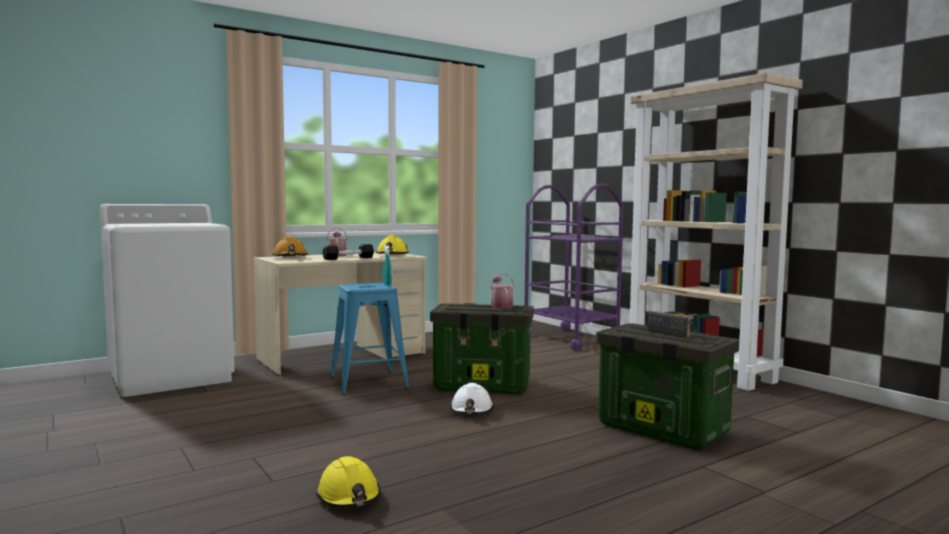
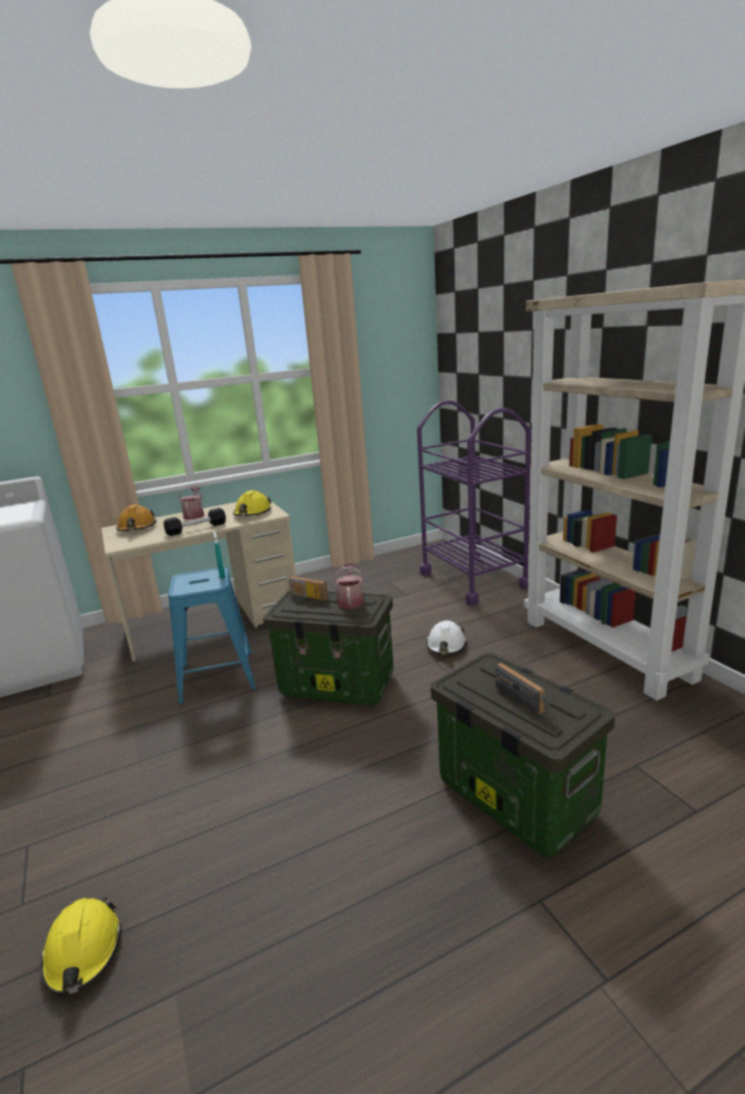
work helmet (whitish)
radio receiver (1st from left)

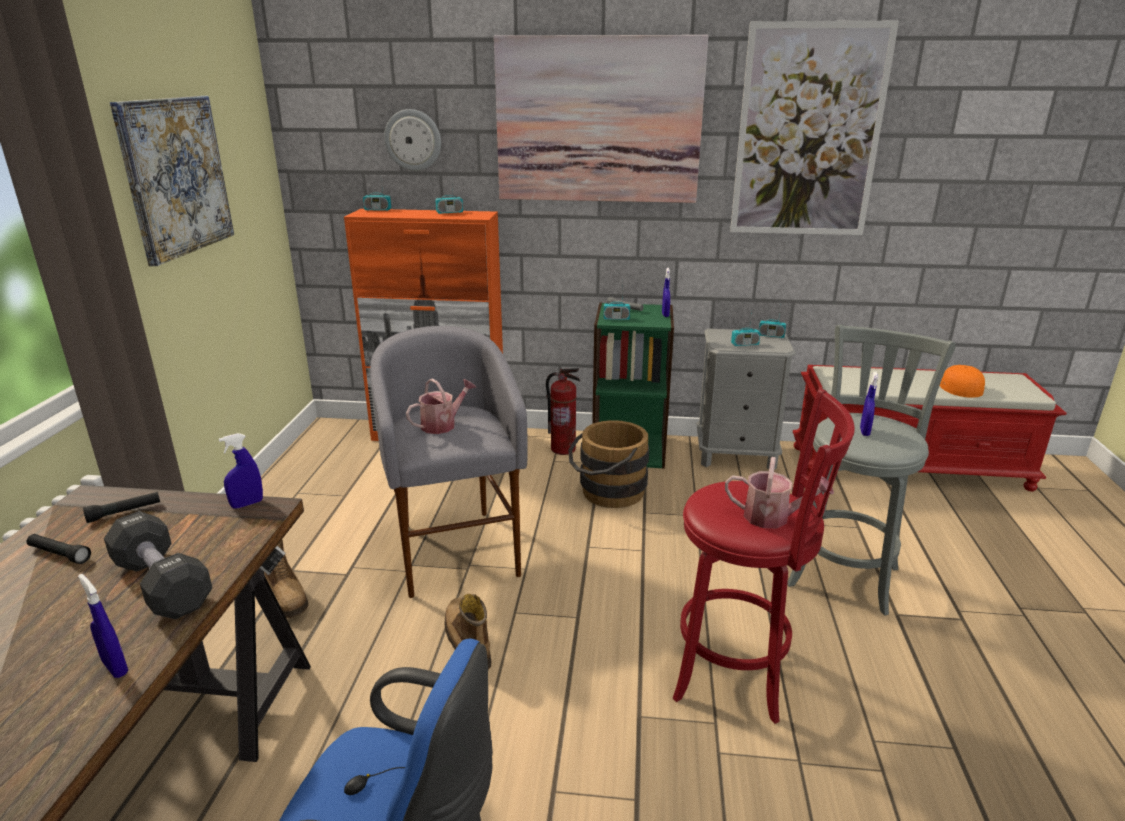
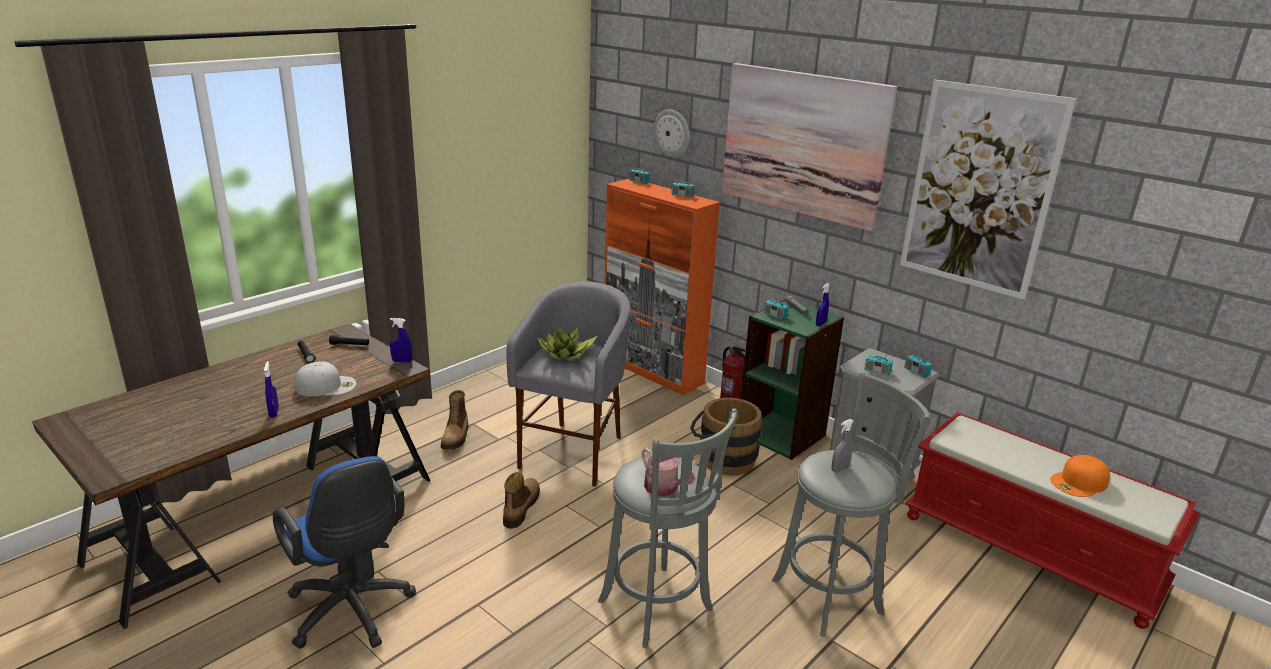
cap (whitish)
wall art (1st from left in the first image)
potted plant
stool seat (greyish) (2nd from left)
spray bottle (greyish)
cap (orangey)

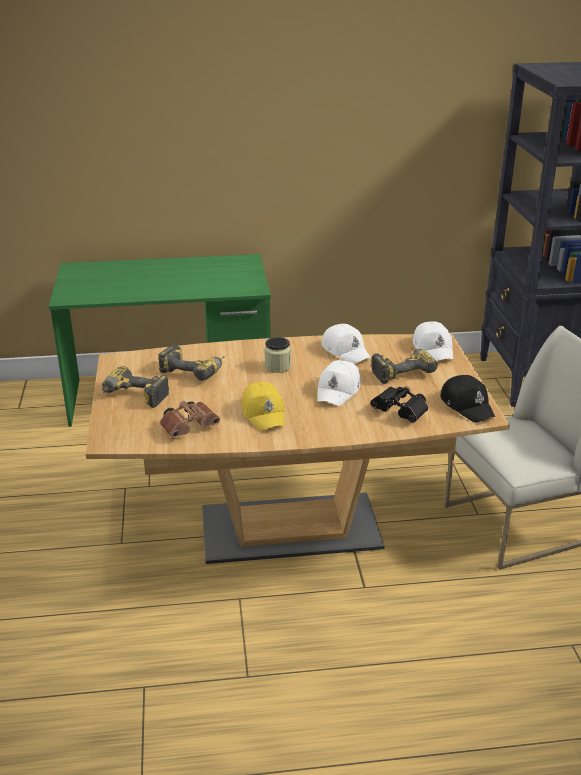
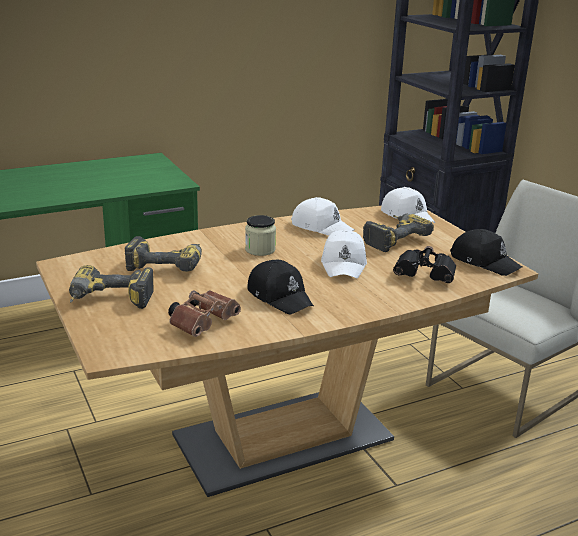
cap (black-coloured) (1st from left)

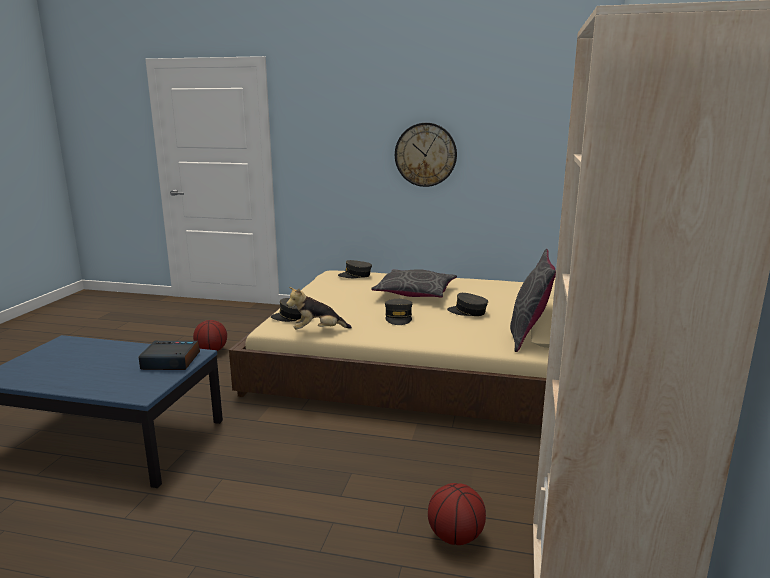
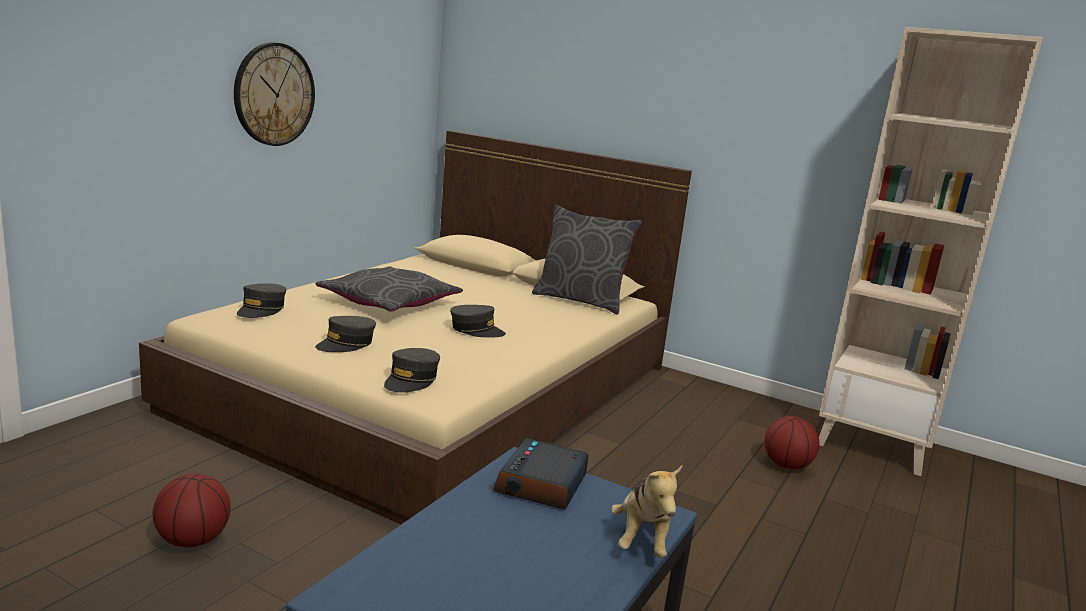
plush toy
cap (greyish) (2nd from left)

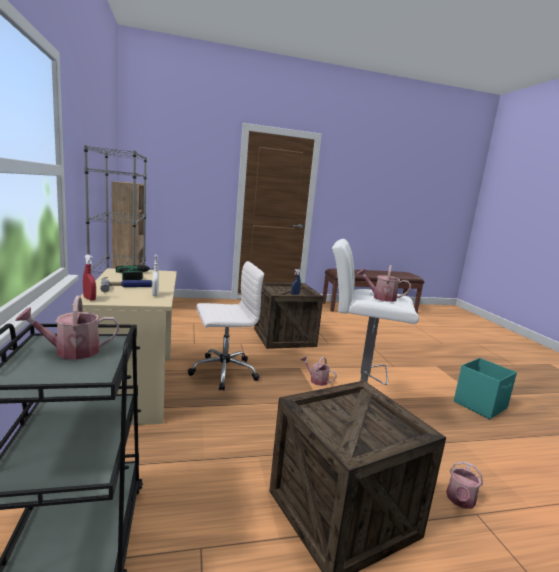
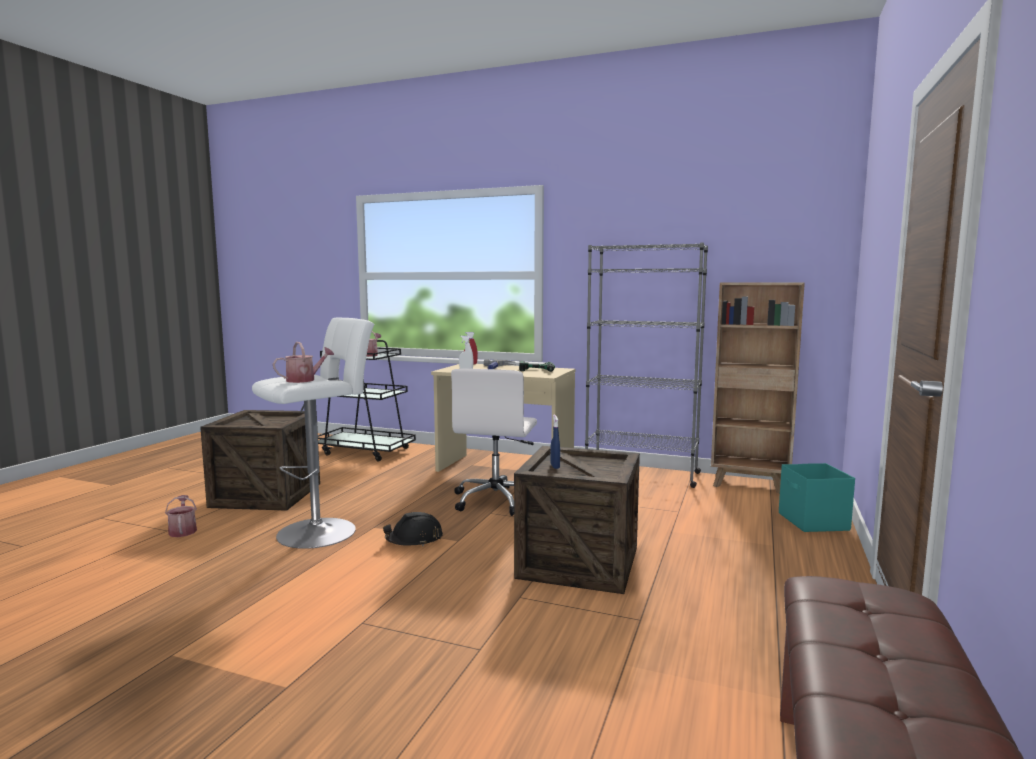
work helmet (black-coloured)
storage bin (turquoise-coloured)

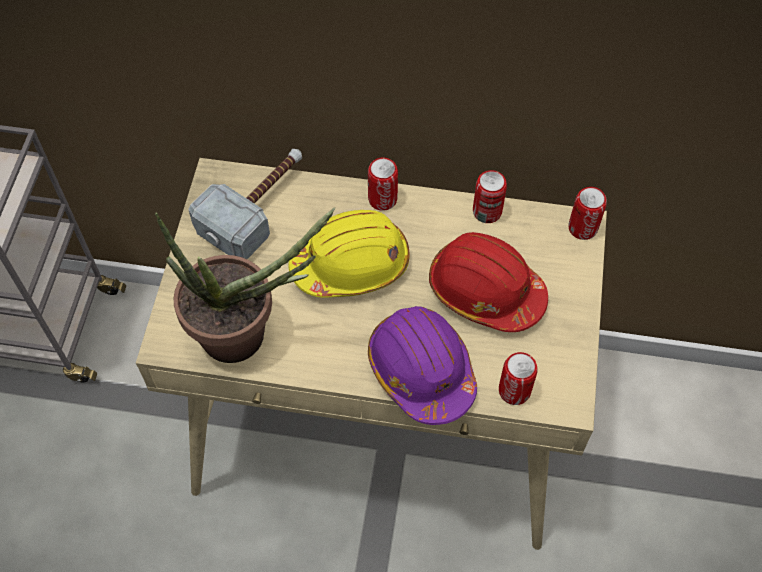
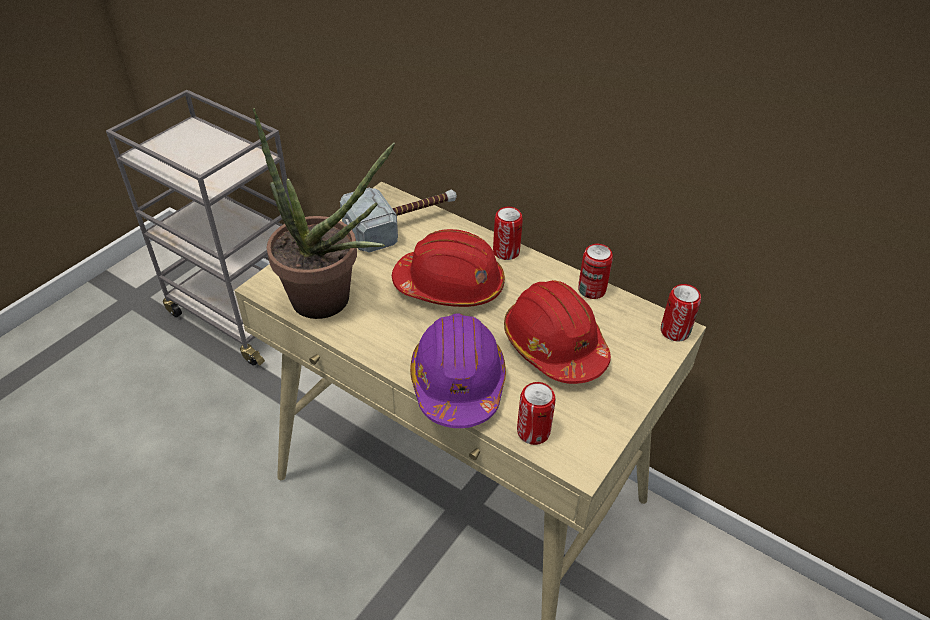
work helmet (red) (1st from left)

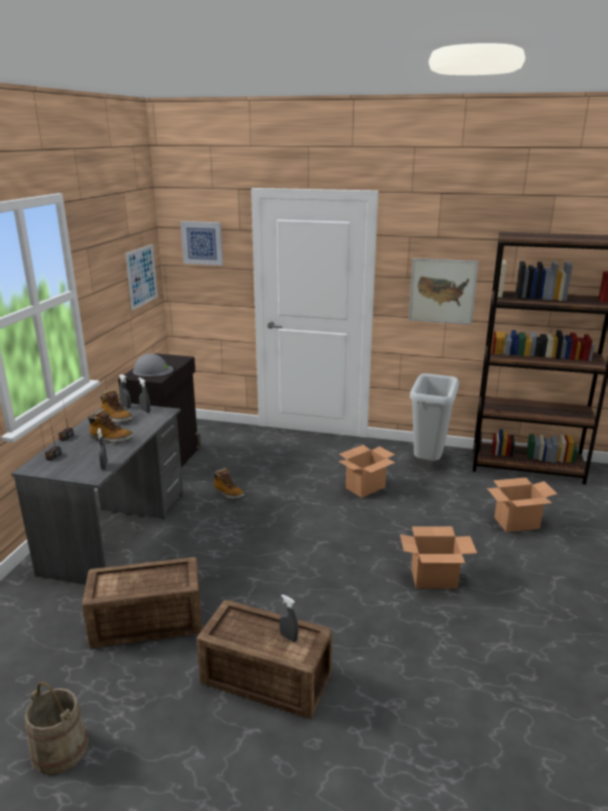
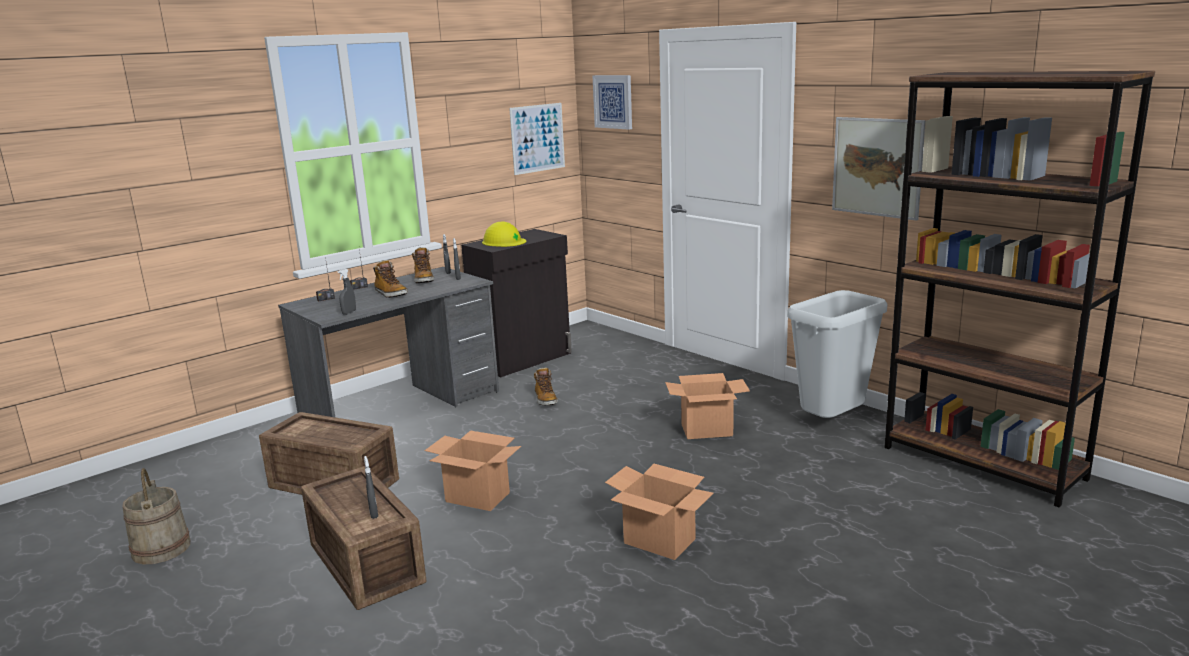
work helmet (yellow-coloured)
packing box (1st from left)

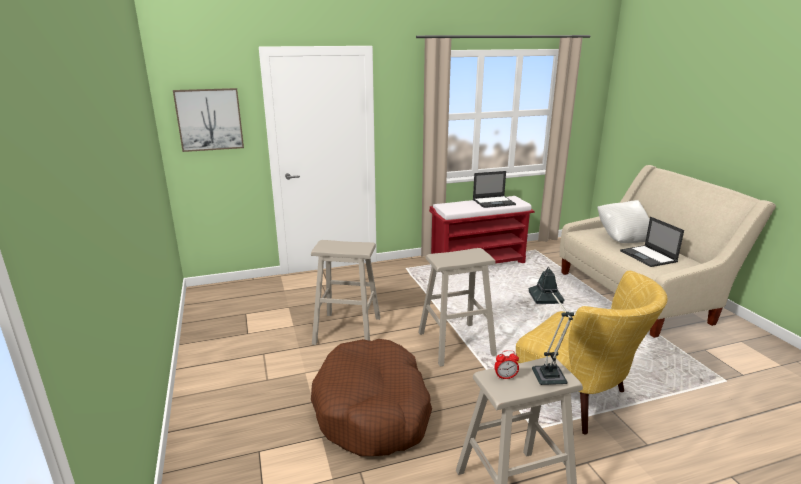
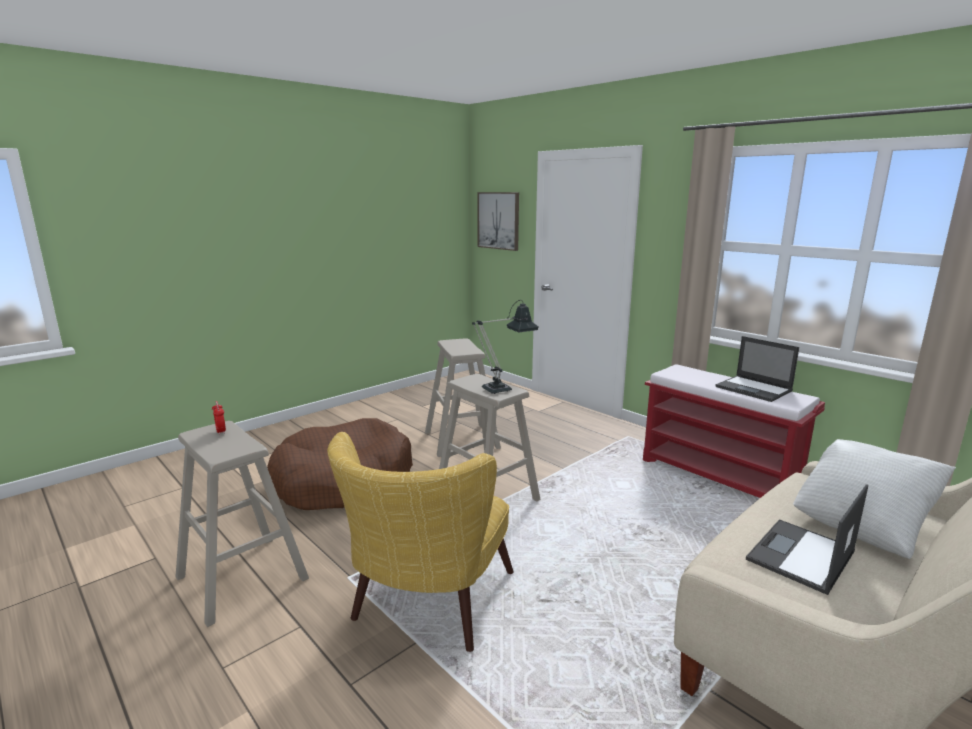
tabletop lamp

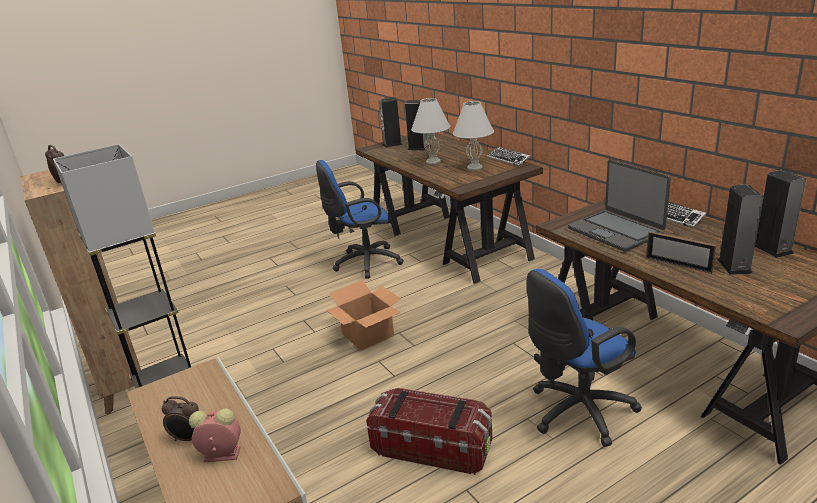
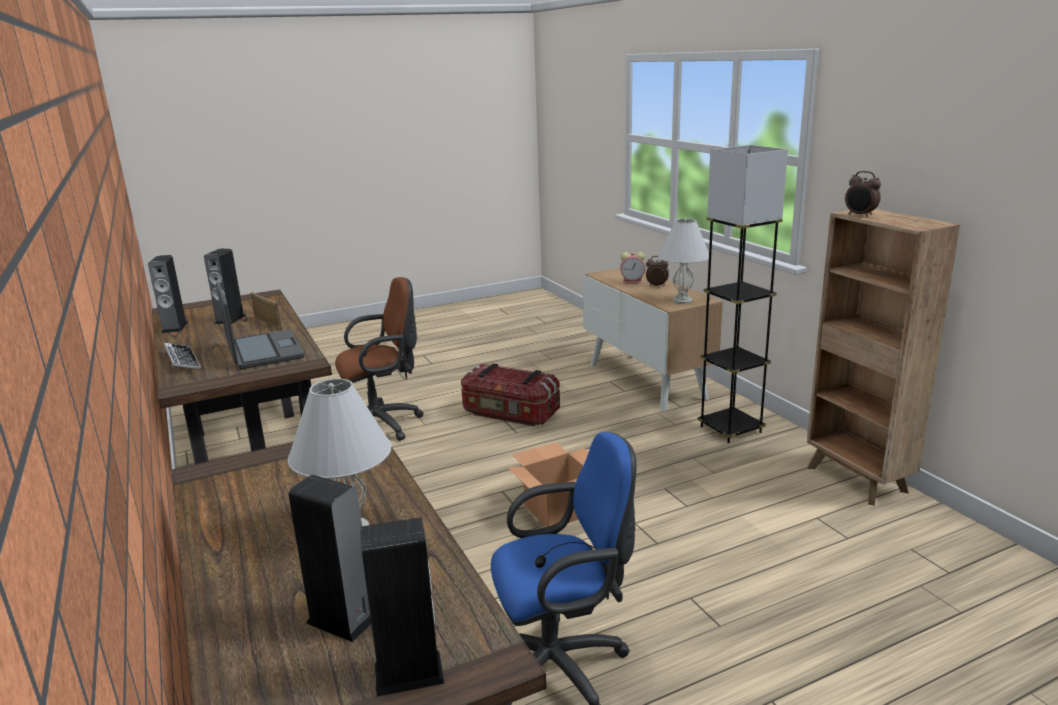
tabletop lamp (whitish) (2nd from left)
PC keyboard (1st from left in the first image)
computer chair (brown-coloured)

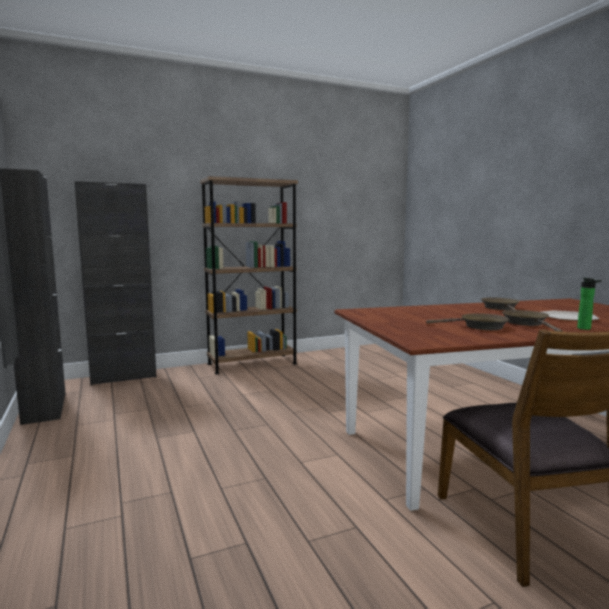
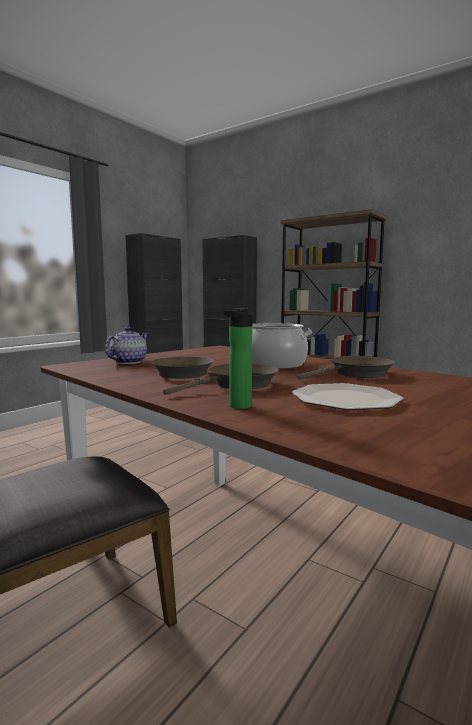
tea pot
stockpot

